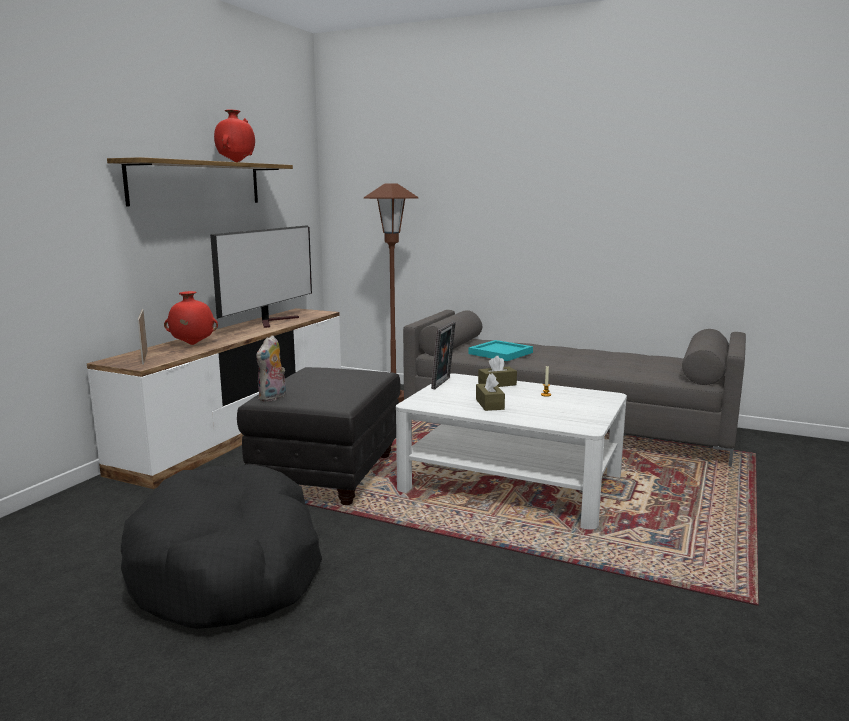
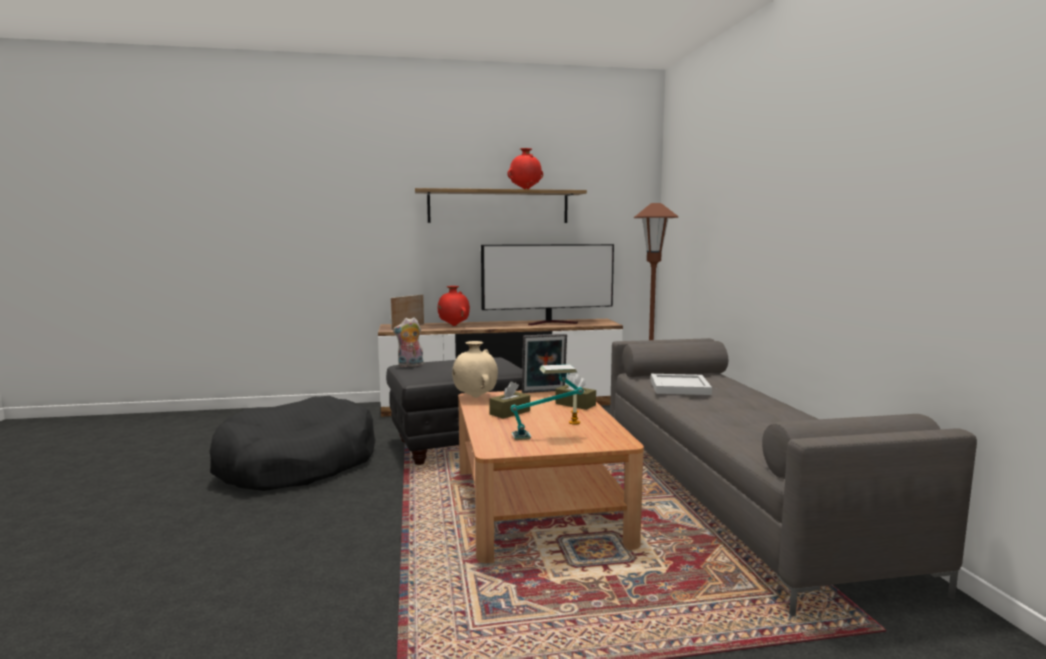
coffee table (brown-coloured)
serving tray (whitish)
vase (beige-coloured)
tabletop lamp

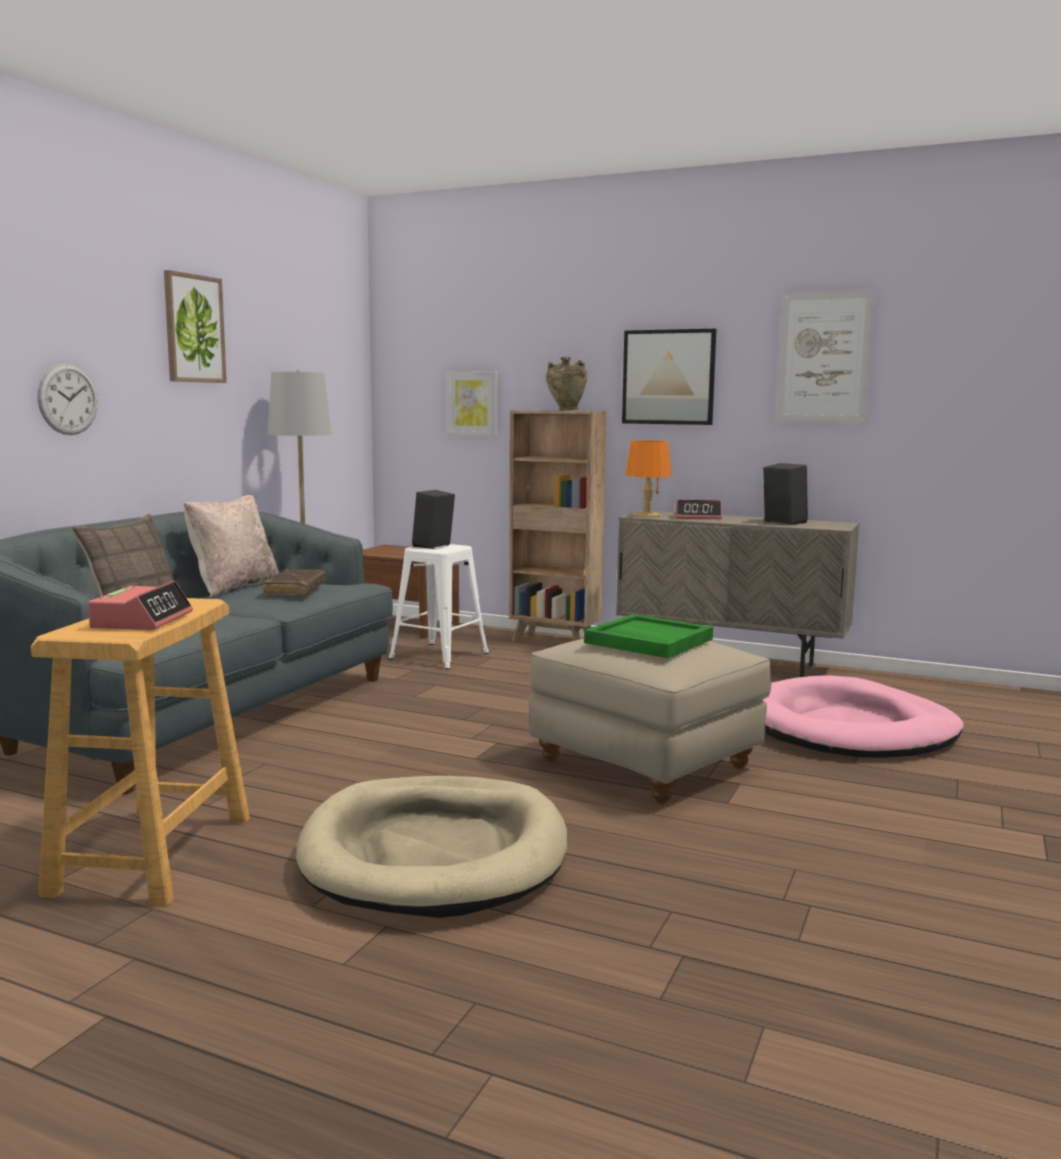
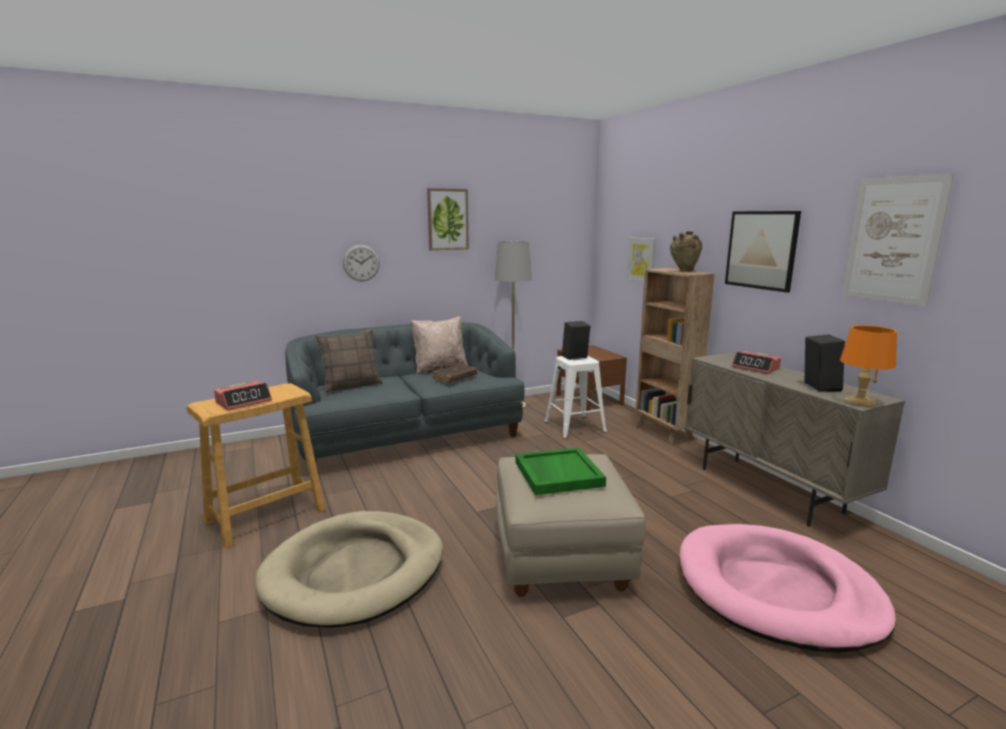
tabletop lamp (orangey)

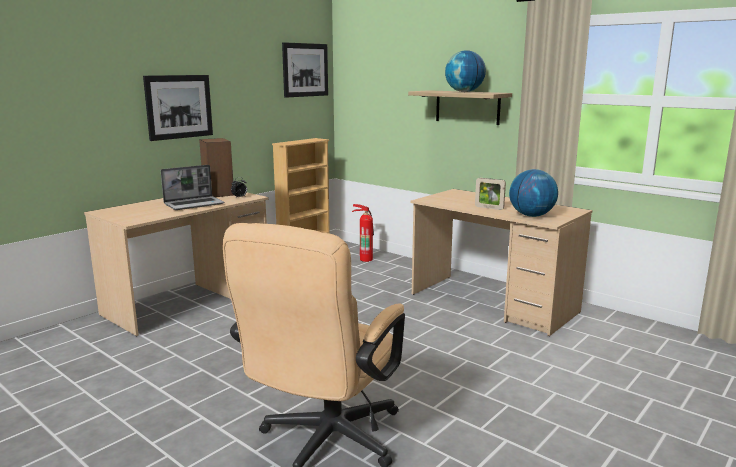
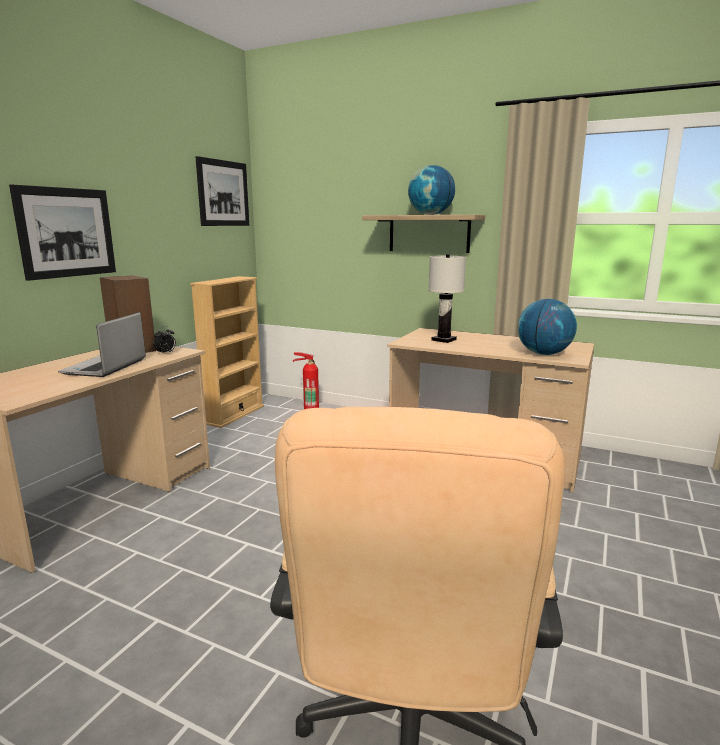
laptop
photo frame
tabletop lamp (whitish)

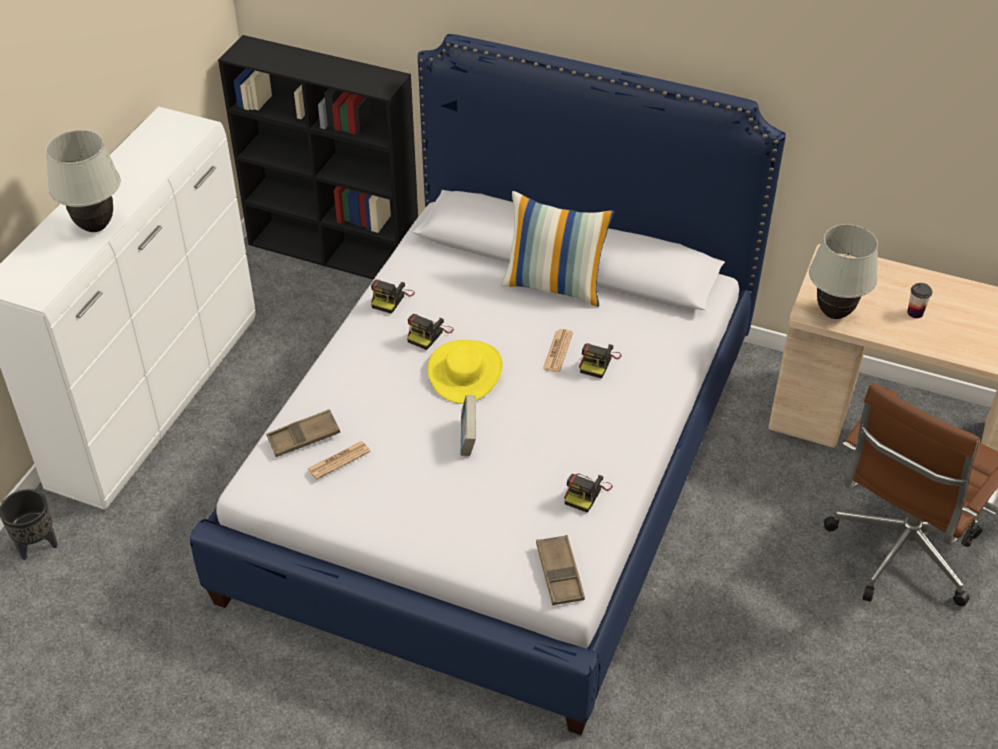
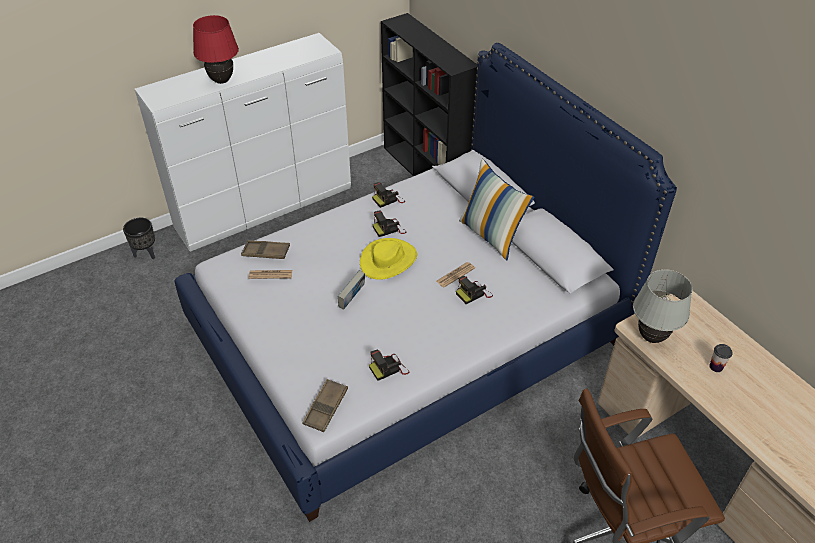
tabletop lamp (red)

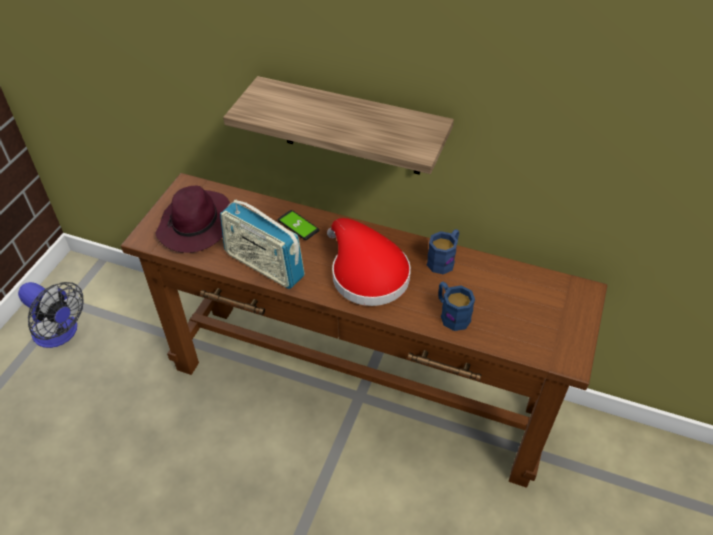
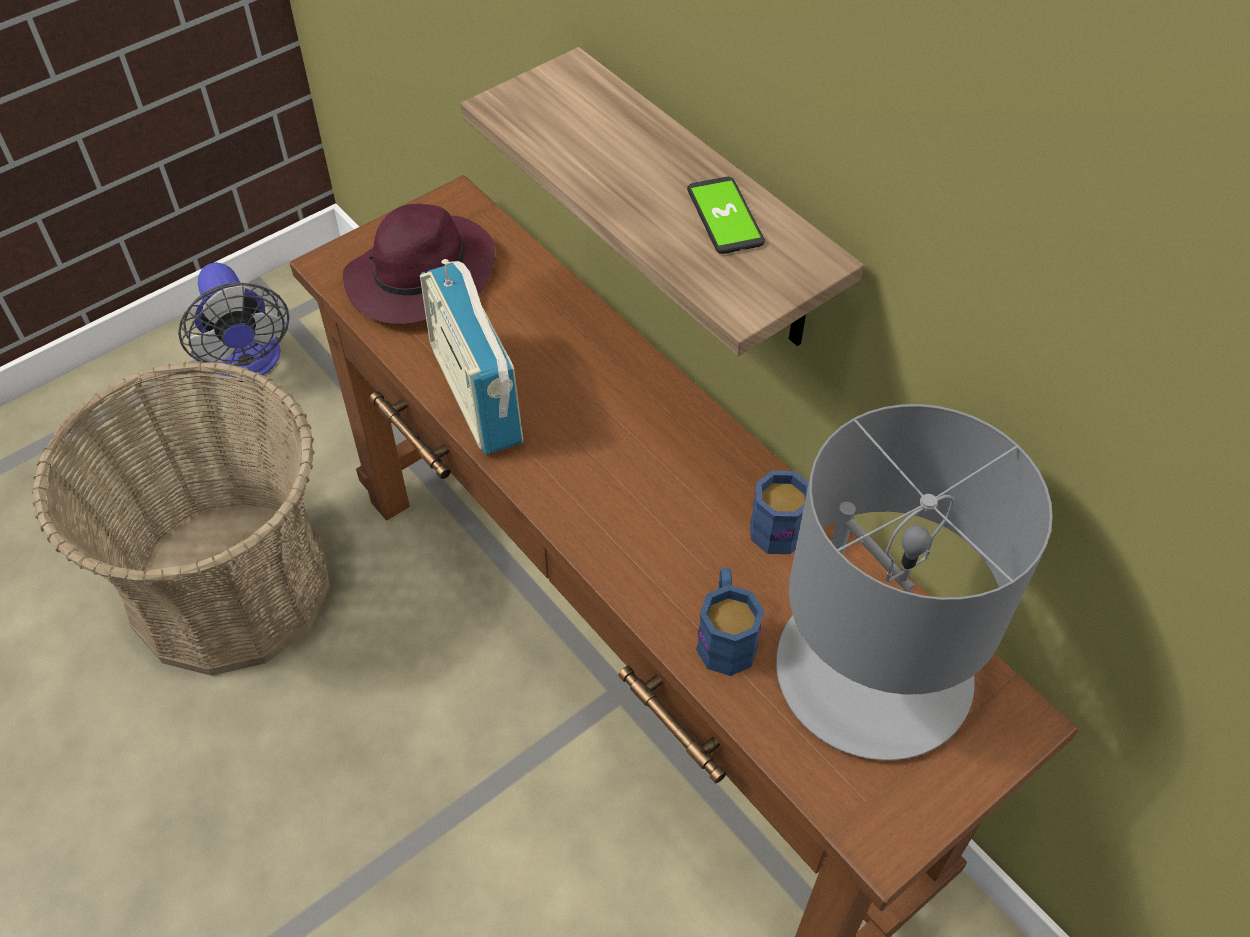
telephone
hat (red)
storage basket
tabletop lamp (greyish)

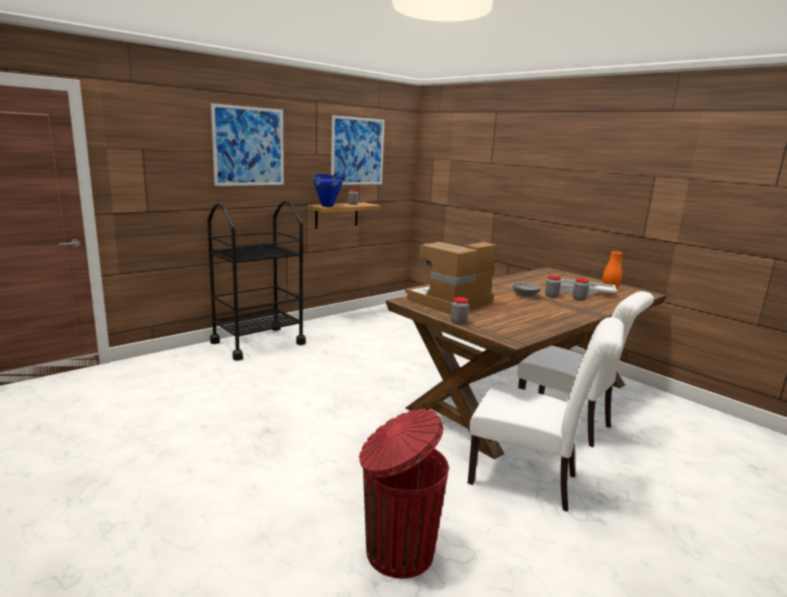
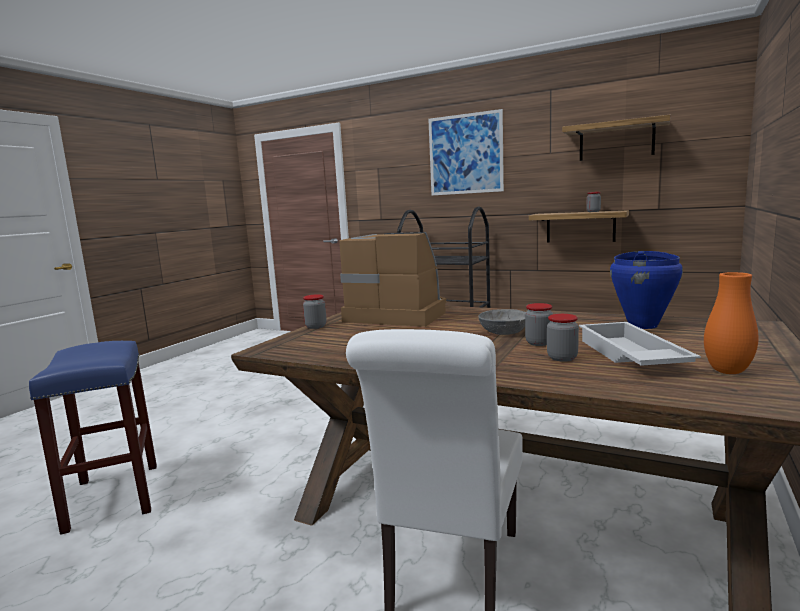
stockpot (blue)
shelf (2nd from left)
stool seat (blue)
chair (whitish) (1st from left in the first image)

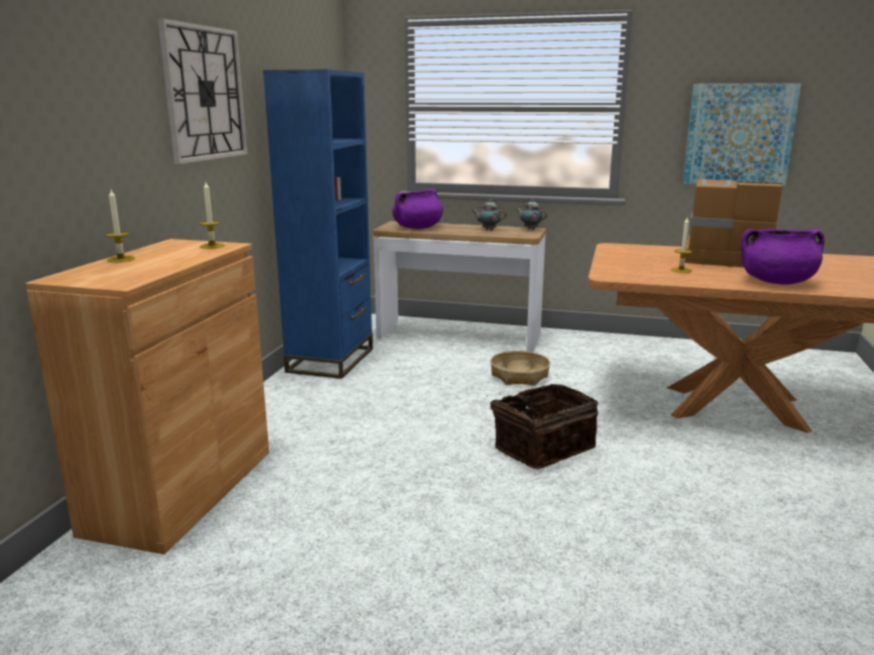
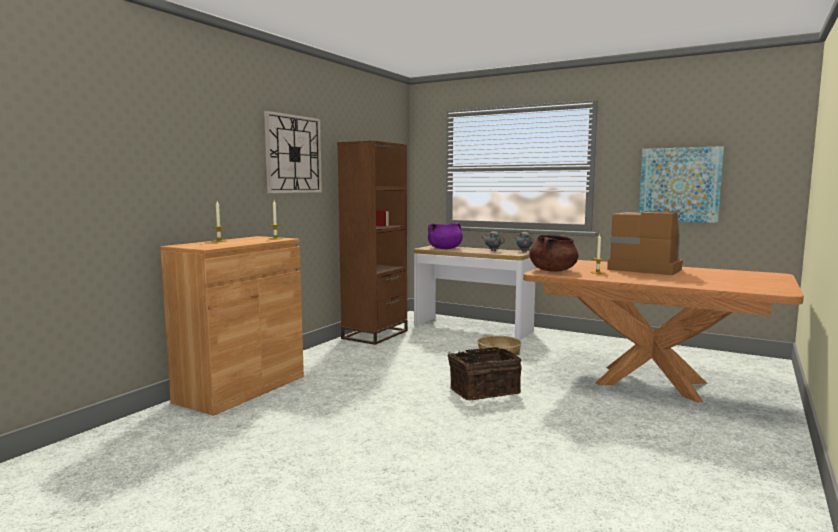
bookshelf (brown-coloured)
stockpot (purple-coloured) (2nd from left in the first image)
stockpot (brown-coloured)

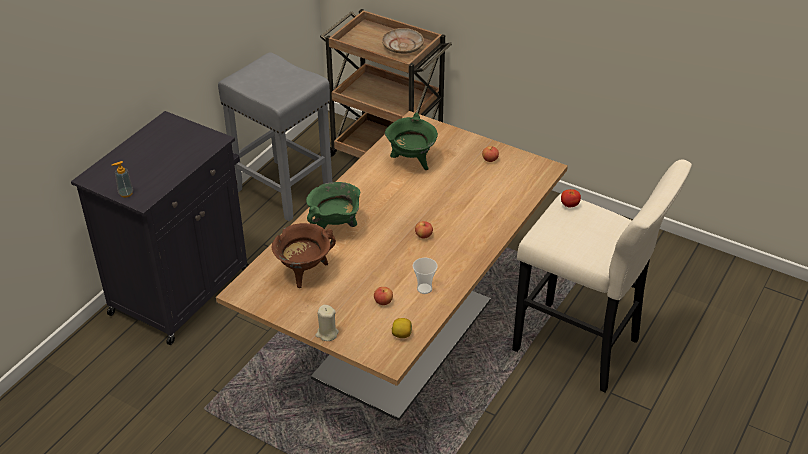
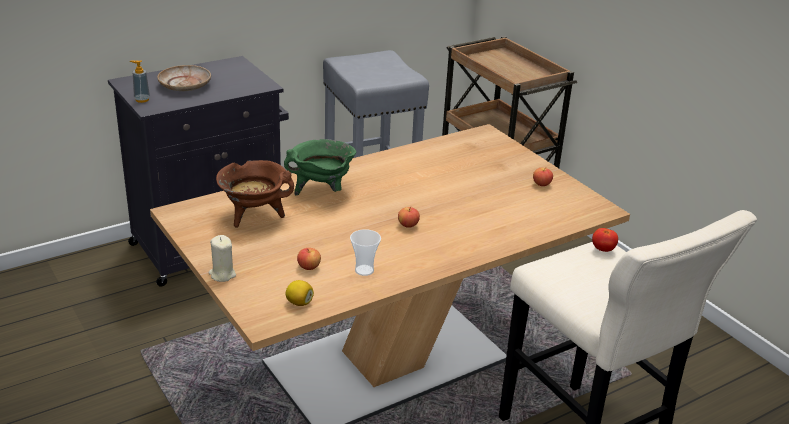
dinner plate (beige-coloured)
stockpot (greenish) (2nd from left in the first image)

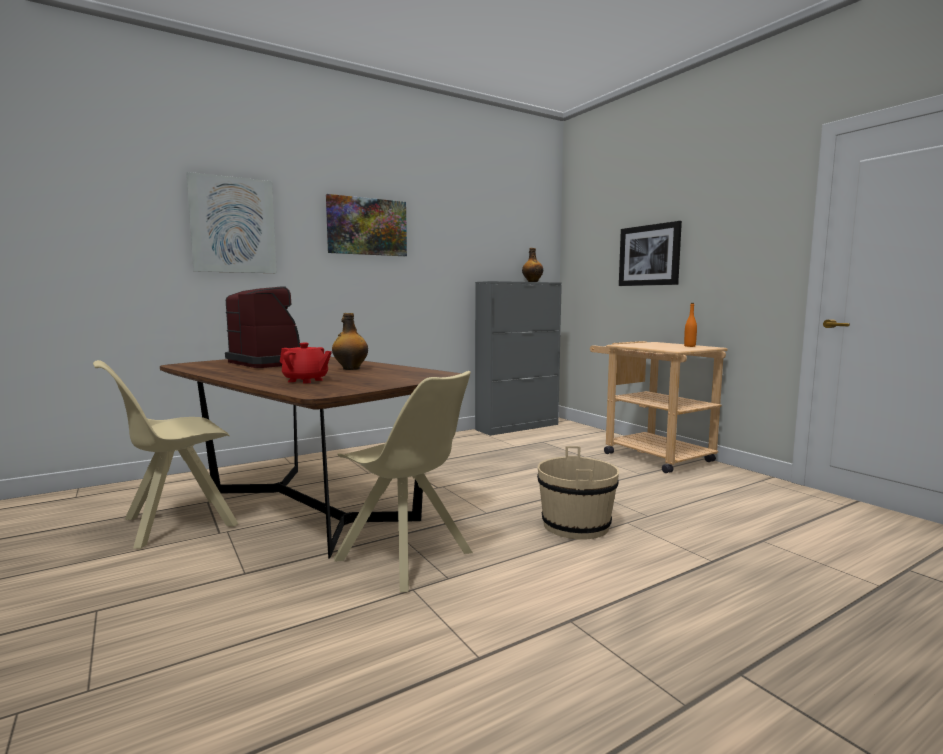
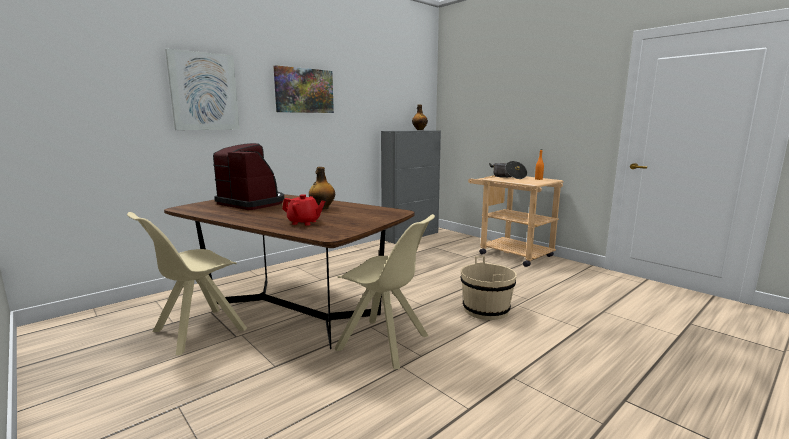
wall art (3rd from left in the first image)
stockpot

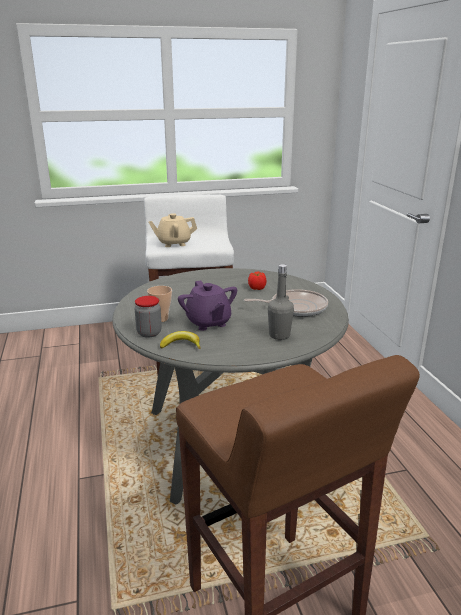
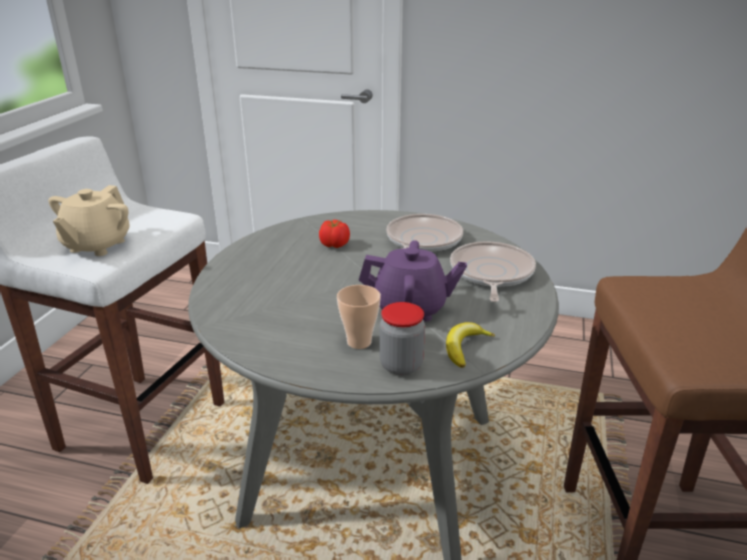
frying pan (2nd from left)

